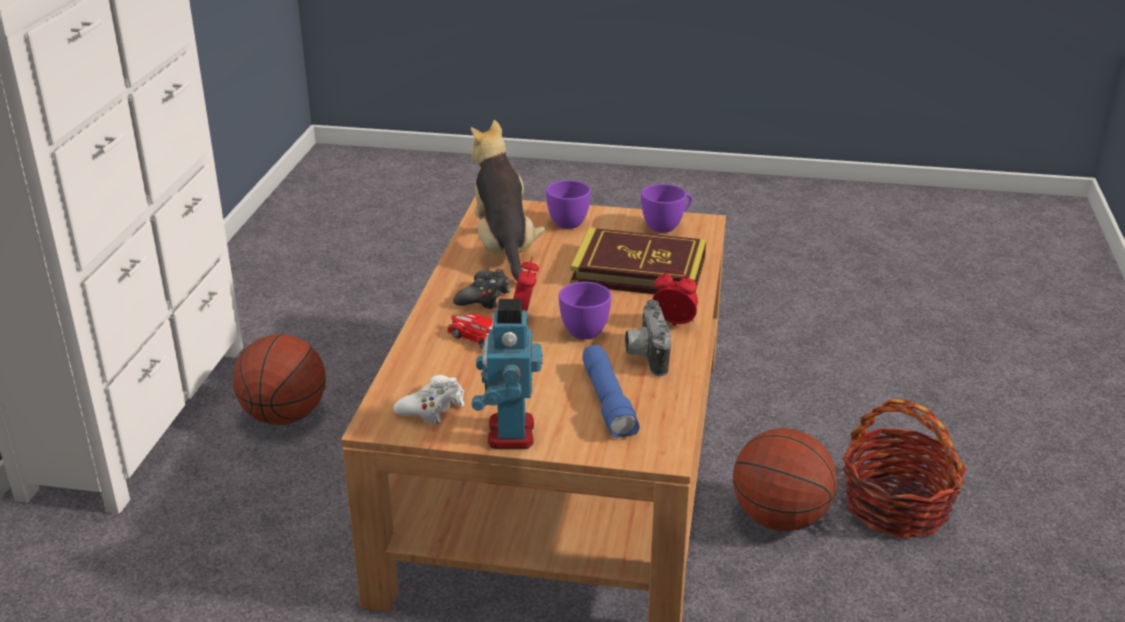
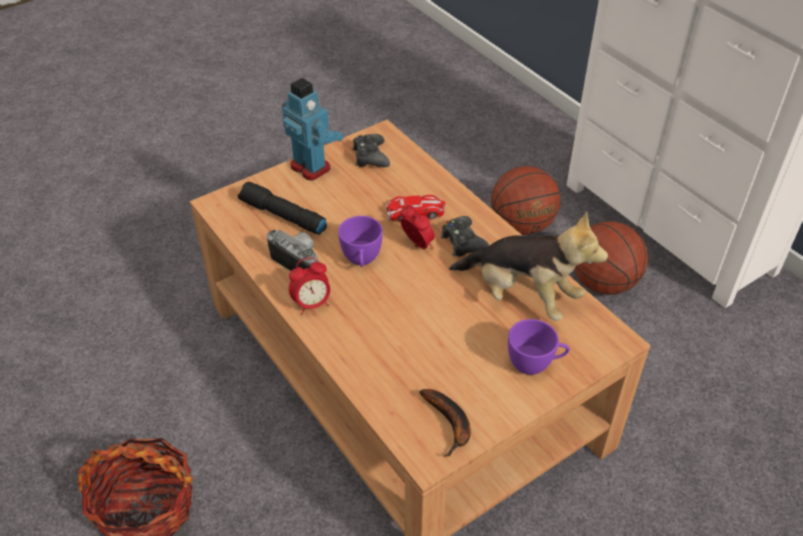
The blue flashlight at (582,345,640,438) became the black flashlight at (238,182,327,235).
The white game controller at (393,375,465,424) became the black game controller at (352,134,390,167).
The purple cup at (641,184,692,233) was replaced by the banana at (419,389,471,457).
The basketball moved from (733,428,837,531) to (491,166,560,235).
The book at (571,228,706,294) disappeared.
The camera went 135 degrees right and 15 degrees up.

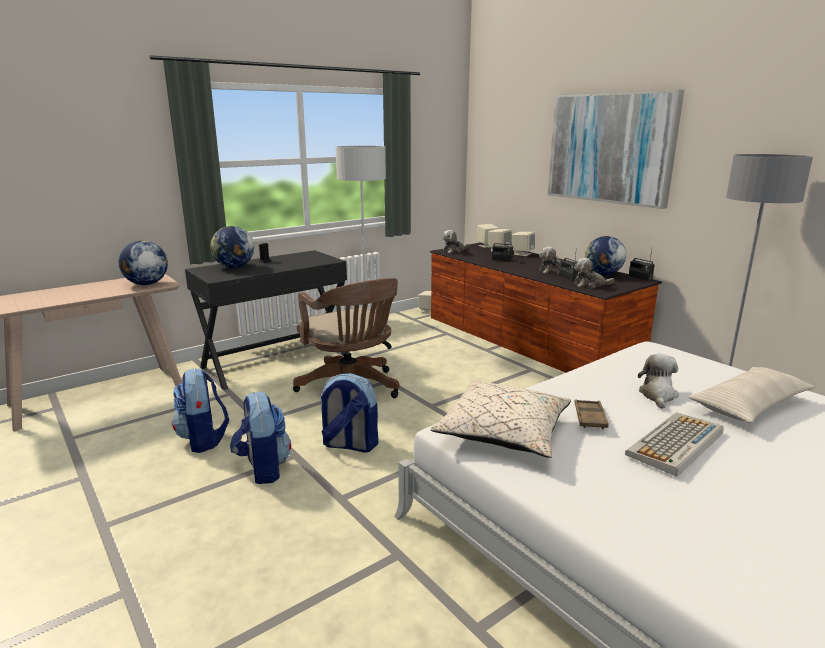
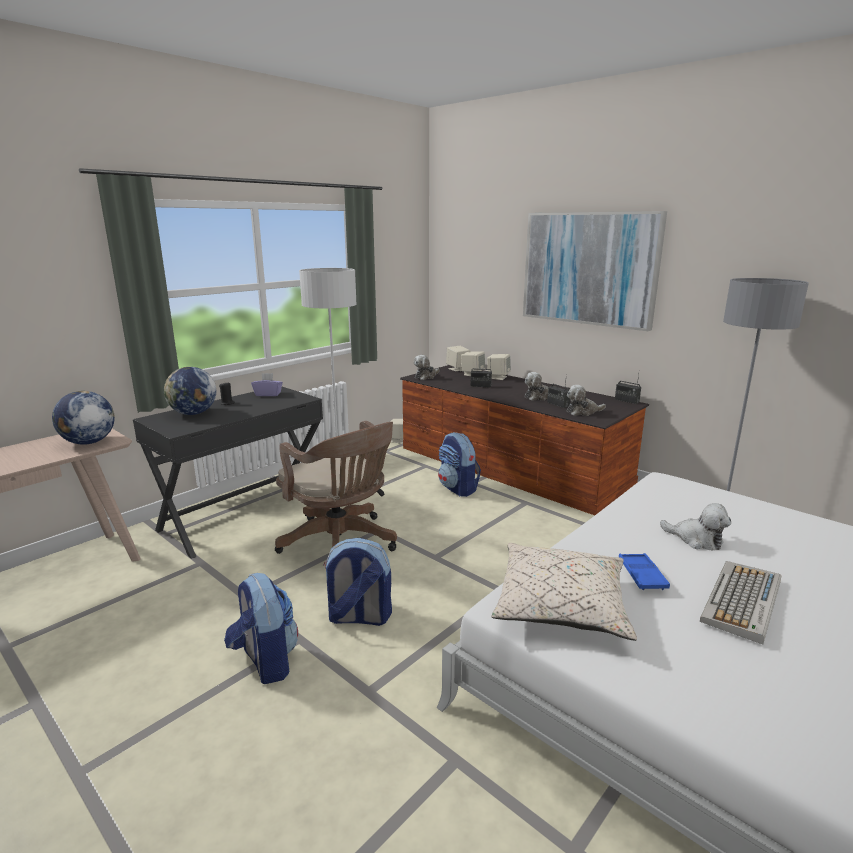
The purple tissue box at (251,373,283,396) appeared.
The backpack moved from (172,368,229,453) to (438,432,481,497).
The brown tray at (574,399,609,429) became the blue tray at (619,553,670,590).
The plush toy at (638,354,679,409) turned 120 degrees clockwise.
The globe at (585,236,626,275) disappeared.
The beige pillow at (688,367,815,423) disappeared.
The camera went 10 degrees left and 0 degrees up.

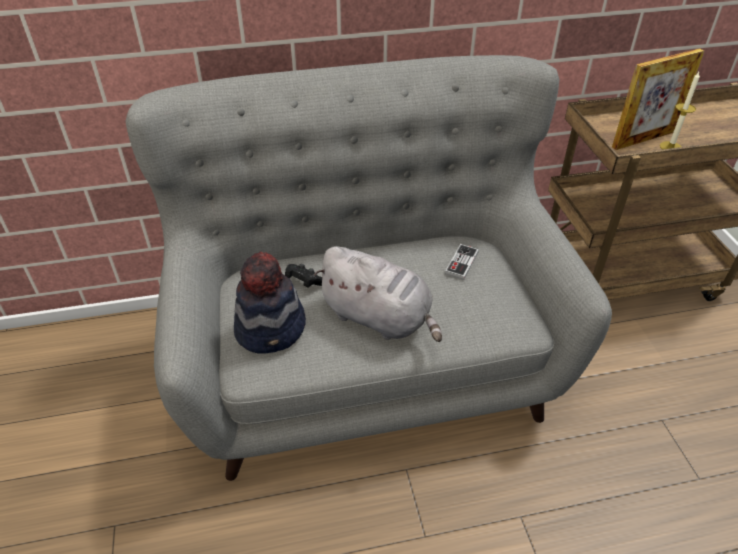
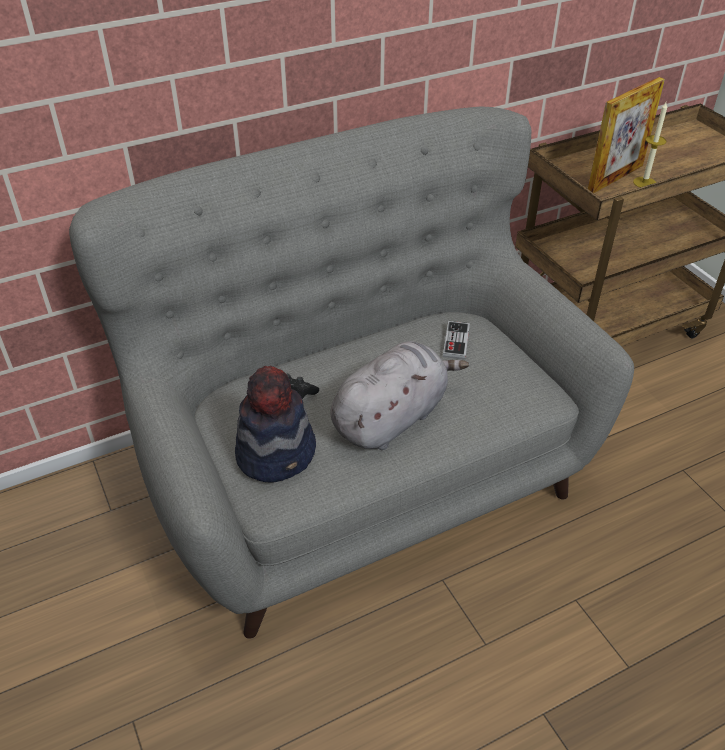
The grey plush toy at (314,246,442,342) turned 60 degrees counterclockwise.
The camera went 15 degrees left and 0 degrees up.

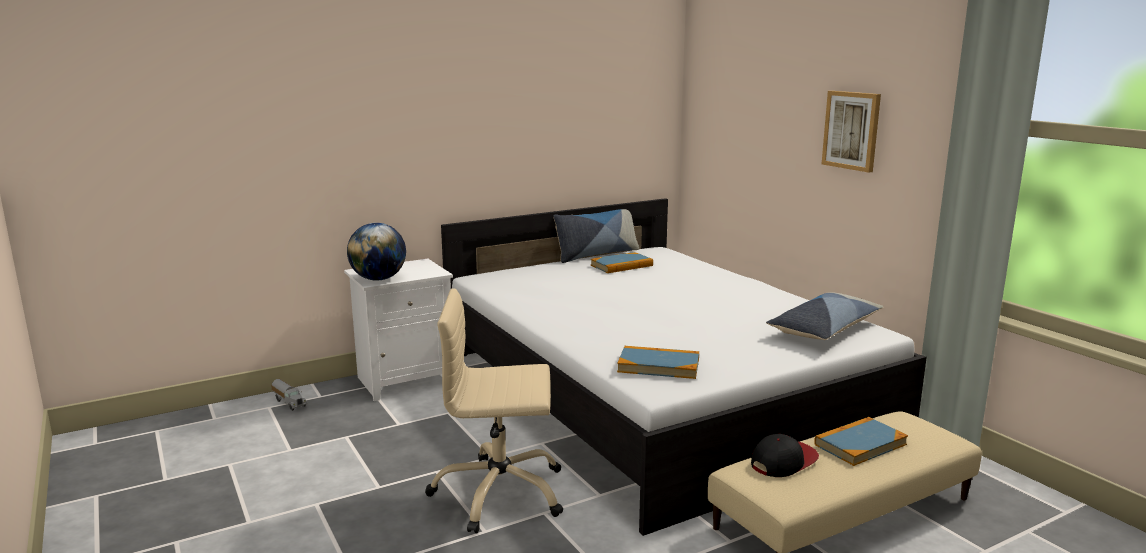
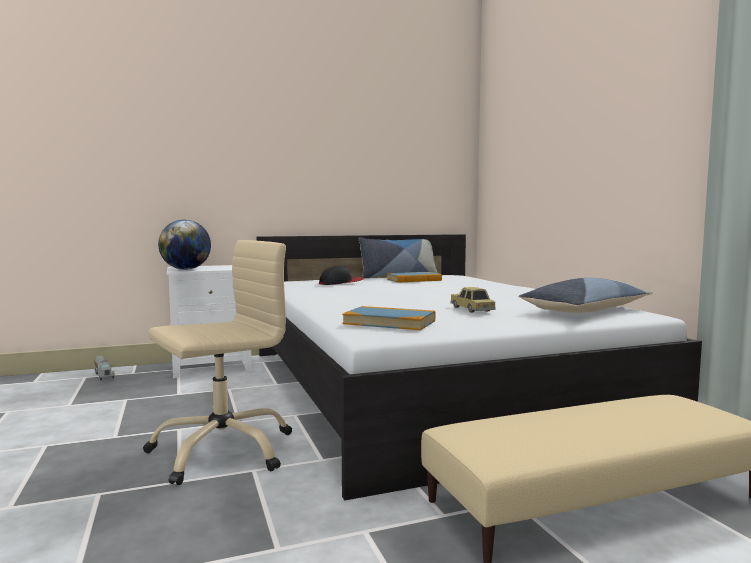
The beige office chair at (425,288,563,533) turned 135 degrees clockwise.
The cap moved from (751,434,819,477) to (319,266,364,285).
The toy car at (450,287,496,312) appeared.
The book at (814,417,908,466) disappeared.
The picture at (822,91,881,173) disappeared.
The camera went 10 degrees right and 10 degrees down.

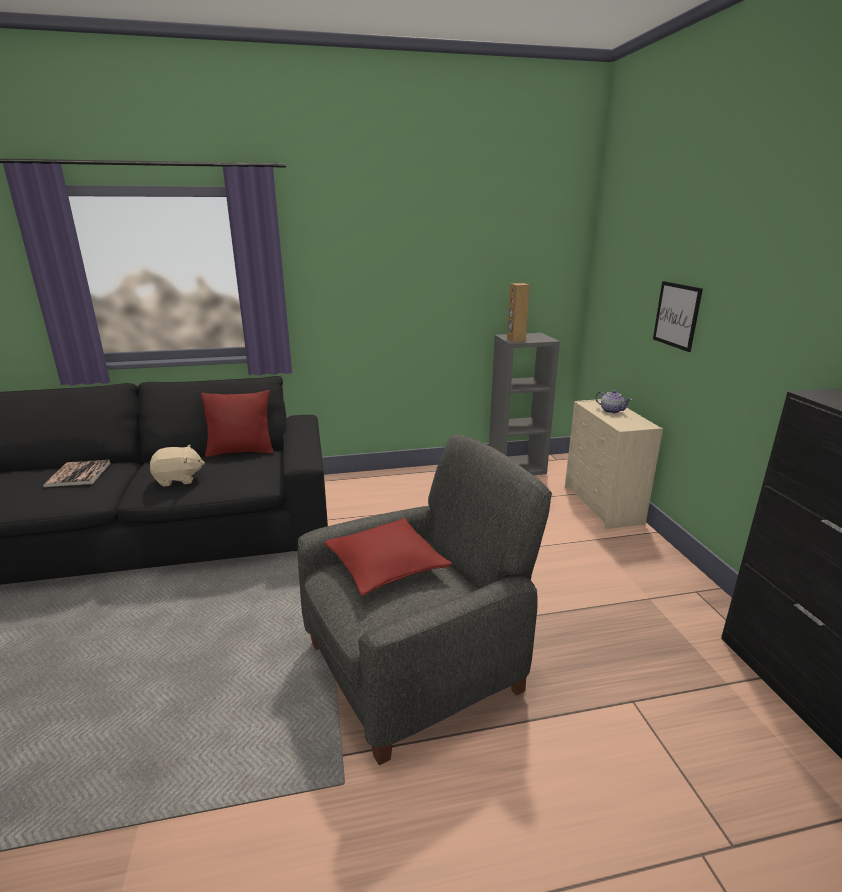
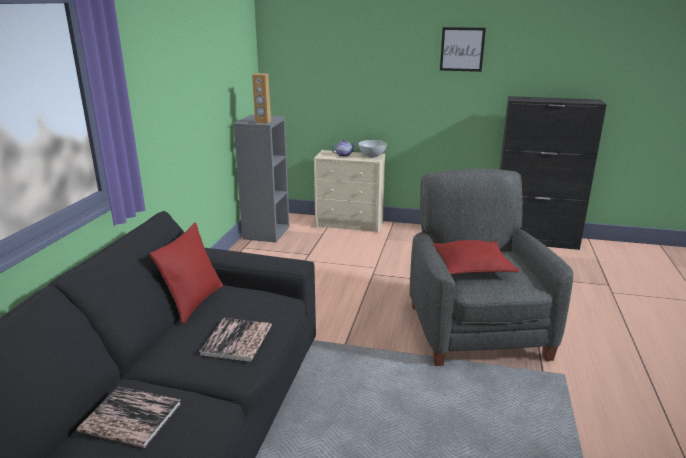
The beige plush toy at (150,445,205,487) was replaced by the book at (199,318,272,362).
The white bowl at (358,140,387,158) appeared.
The picture moved from (653,281,703,352) to (440,27,486,72).
The camera went 65 degrees left and 0 degrees up.

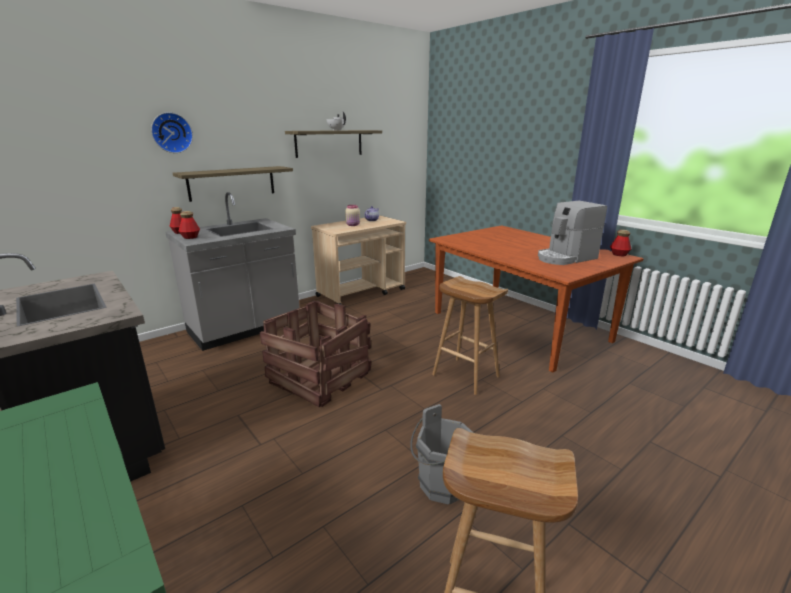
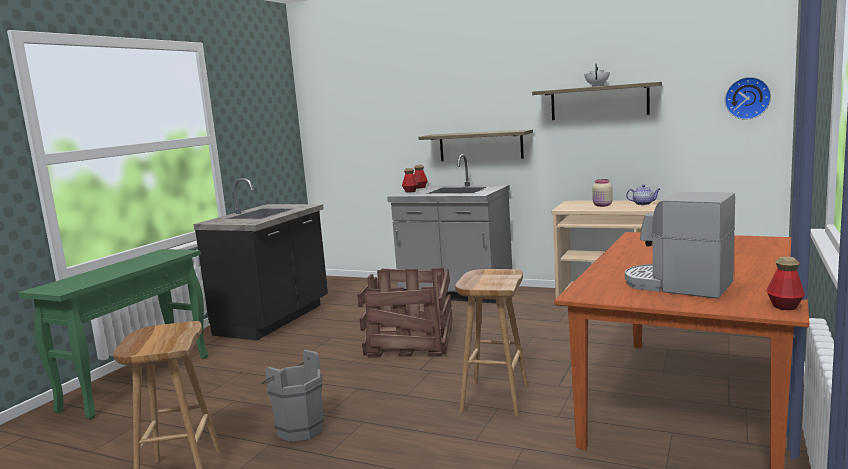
The wall clock moved from (151,112,193,153) to (725,77,771,120).
The camera went 65 degrees right and 10 degrees down.

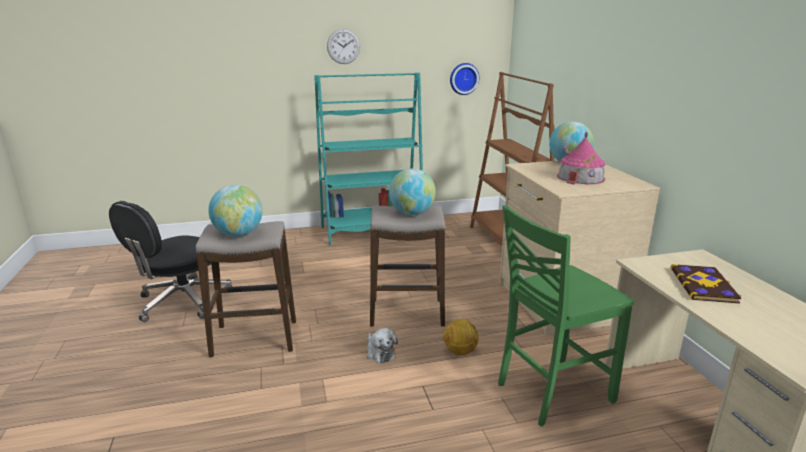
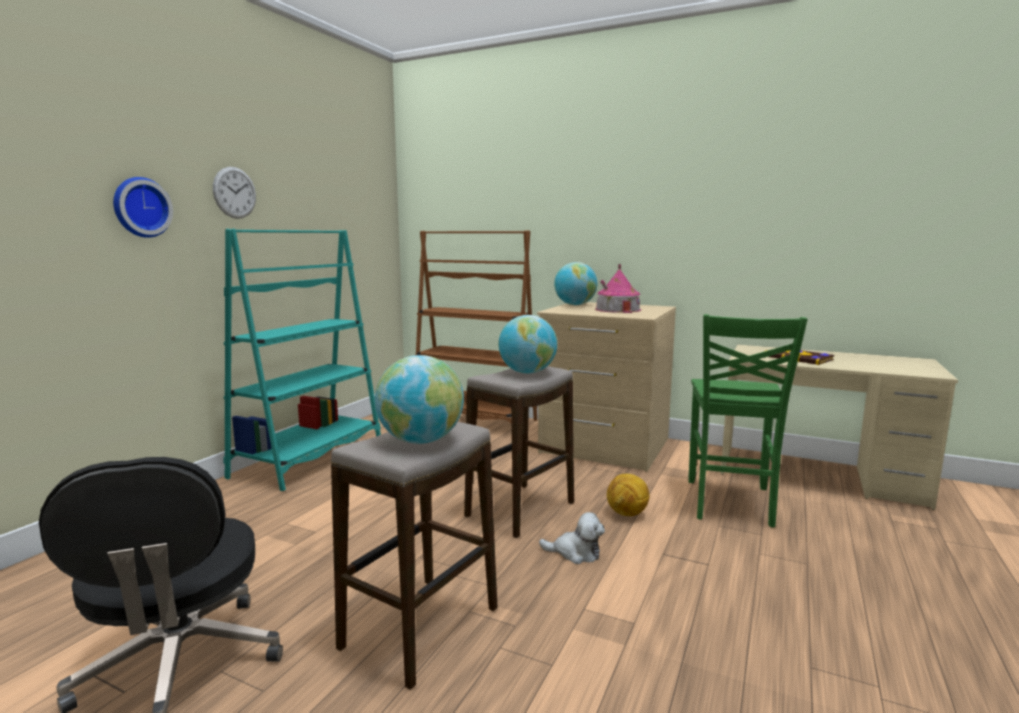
The wall clock moved from (450,63,479,95) to (113,177,173,238).
The camera went 50 degrees left and 10 degrees down.

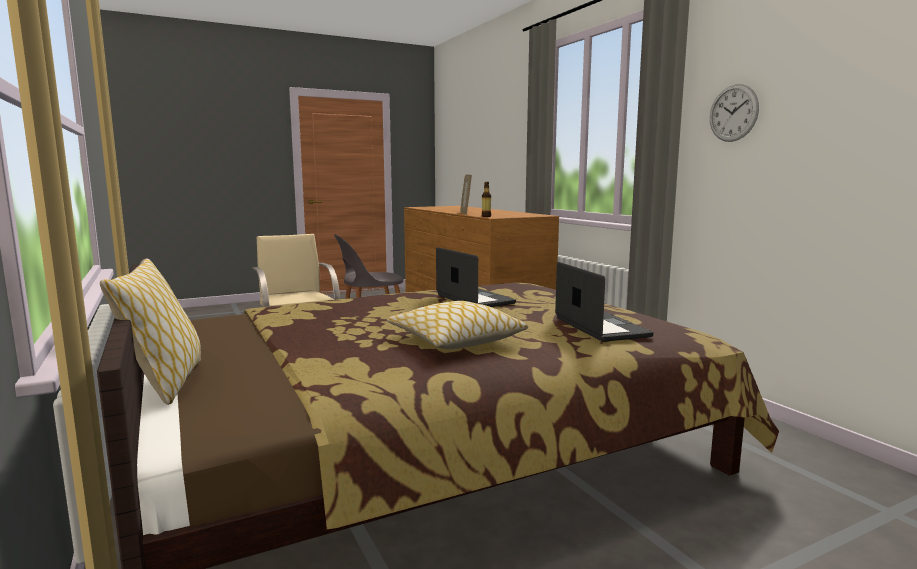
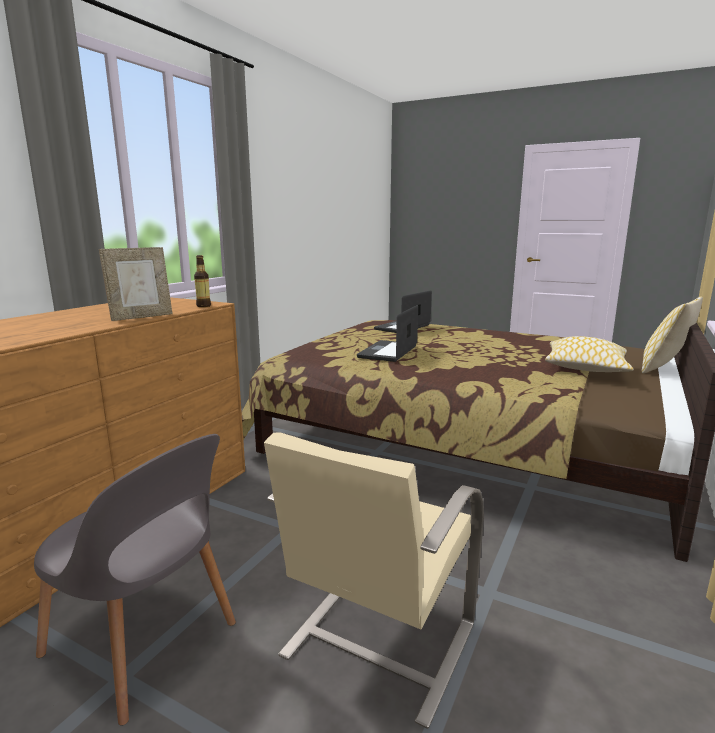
The pillow moved from (387,301,528,349) to (545,336,634,372).
The wall clock at (710,84,759,142) disappeared.
The camera went 125 degrees left and 5 degrees up.

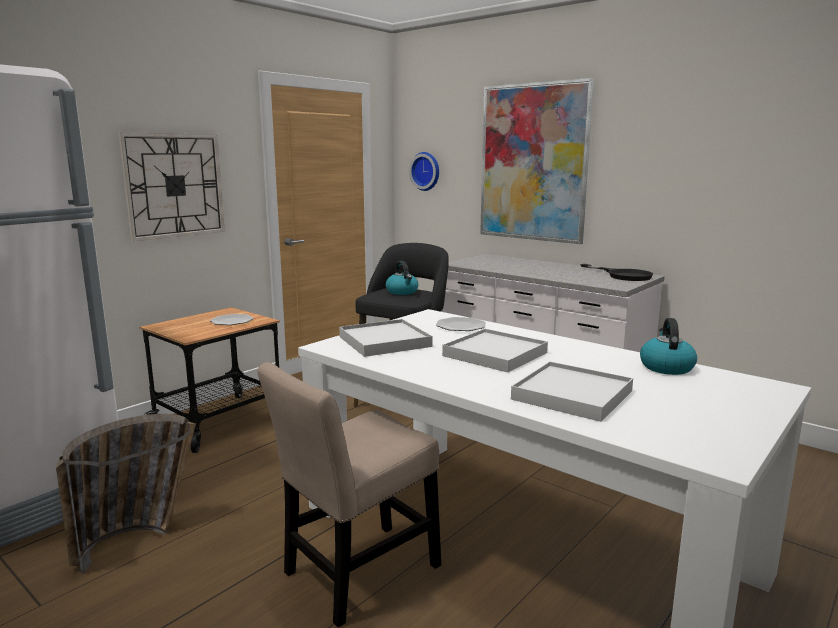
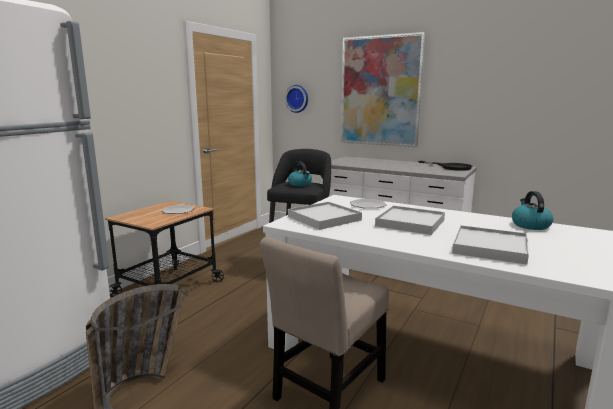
The wall clock at (118,132,225,241) disappeared.
The camera went 10 degrees left and 0 degrees up.

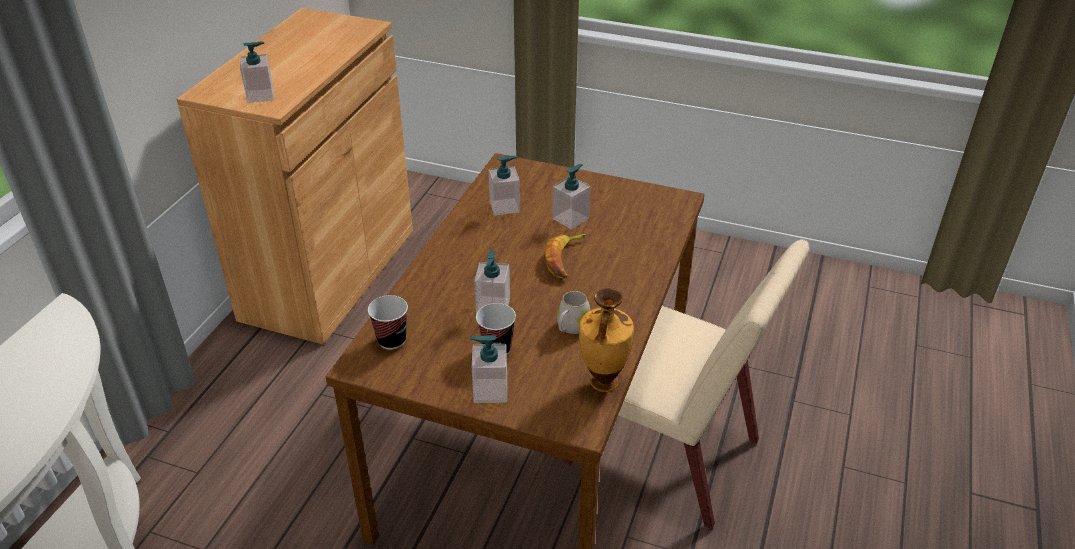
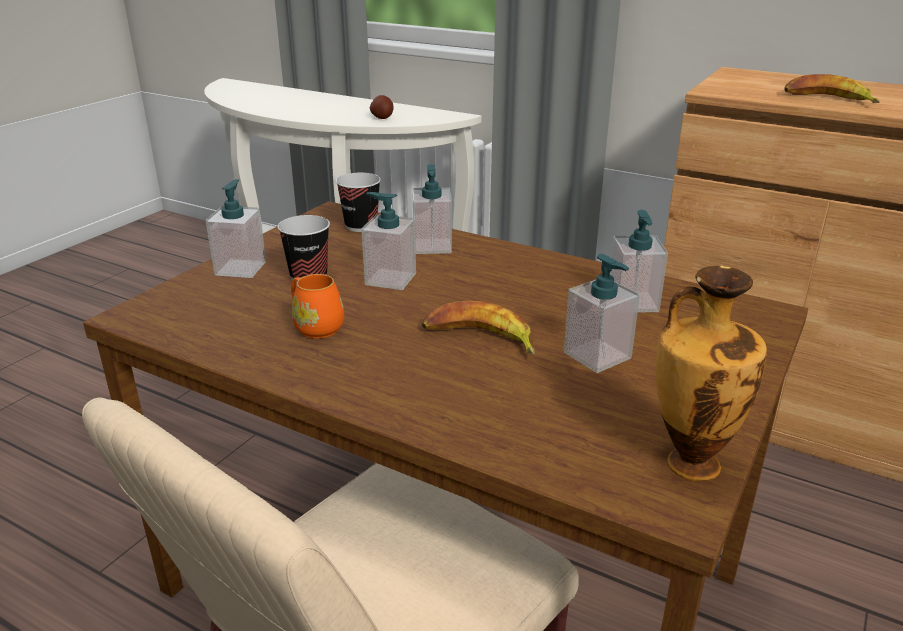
The white mug at (557,291,591,334) became the orange mug at (291,274,344,339).
The potato at (370,95,393,119) appeared.
The soap dispenser moved from (240,42,274,103) to (412,164,452,254).
The vase moved from (579,288,634,392) to (655,266,767,481).
The banana at (784,74,880,103) appeared.
The camera went 100 degrees right and 10 degrees down.

